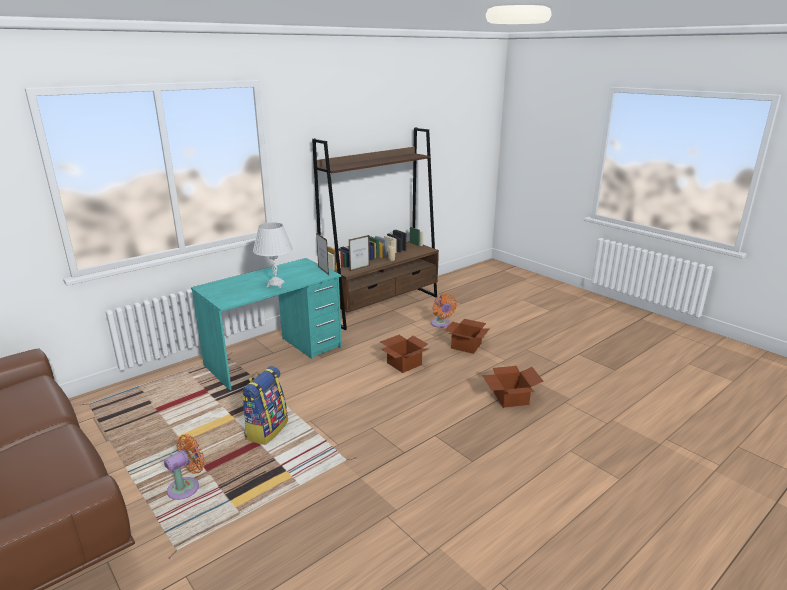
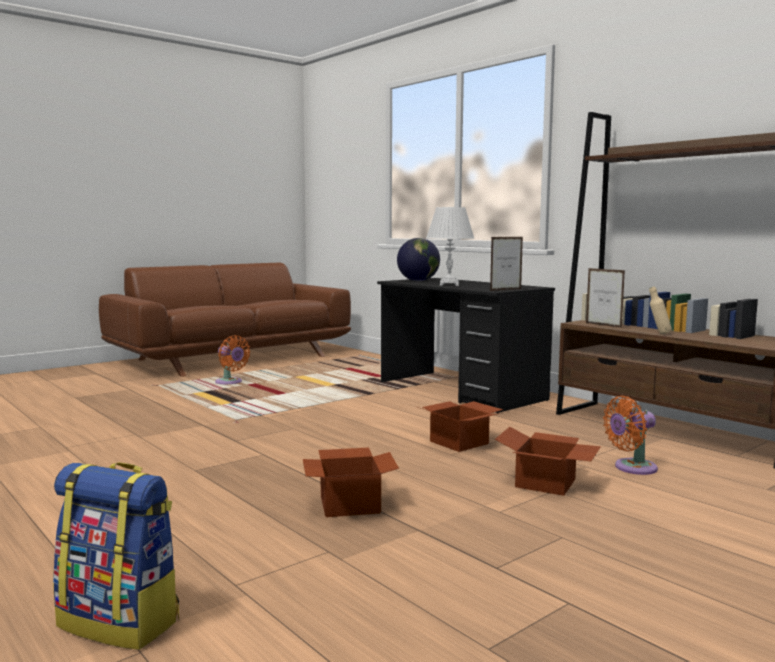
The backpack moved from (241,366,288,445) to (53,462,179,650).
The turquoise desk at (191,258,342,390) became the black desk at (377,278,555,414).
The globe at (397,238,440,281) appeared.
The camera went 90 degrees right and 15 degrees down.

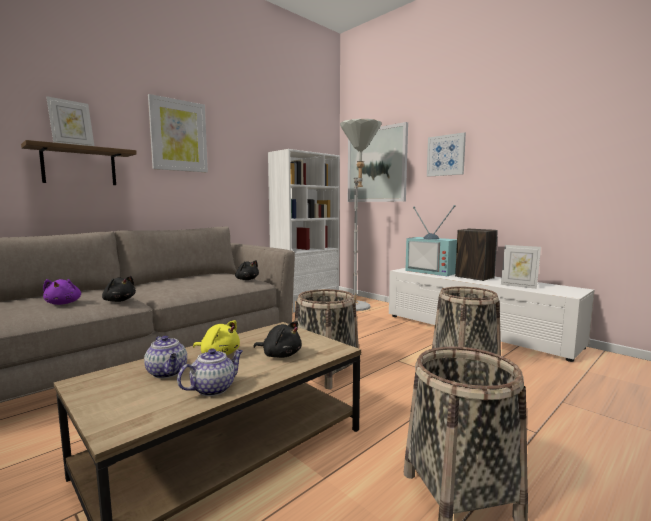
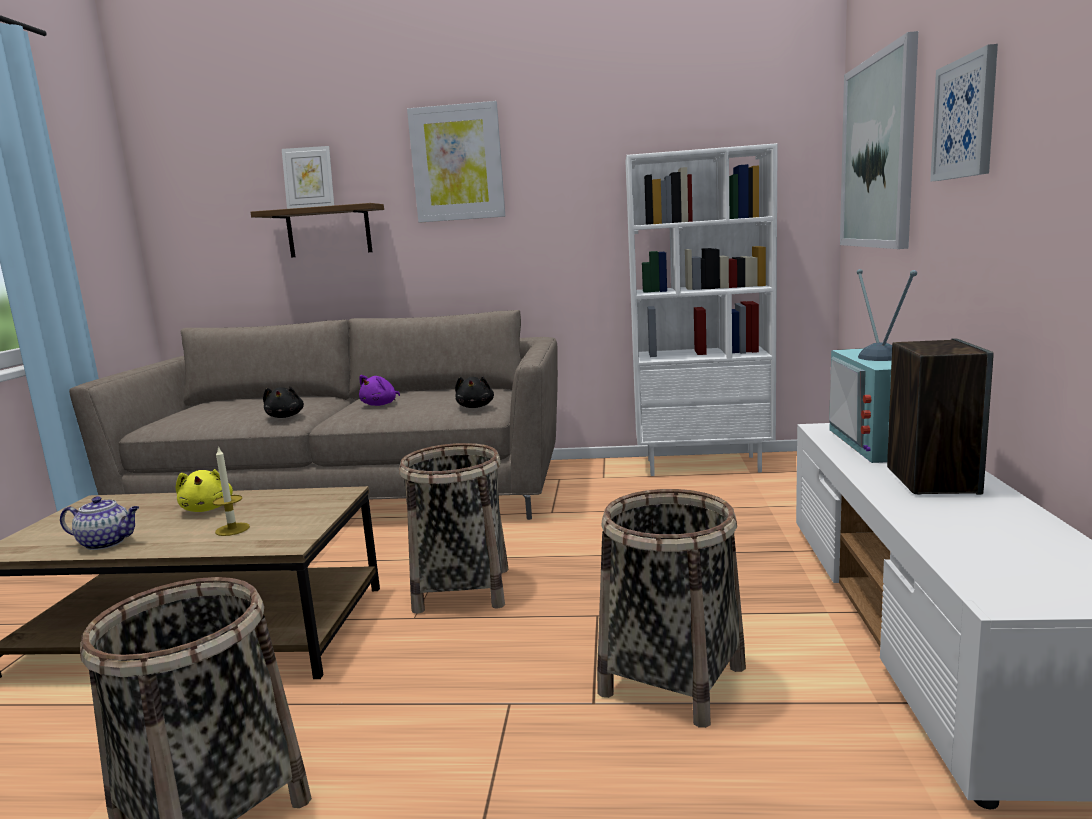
The black plush toy at (254,321,302,358) was replaced by the candle at (213,446,250,536).
The purple plush toy moved from (43,279,81,305) to (359,375,400,406).
The teapot at (144,336,187,378) disappeared.
The grey floor lamp at (340,119,382,311) disappeared.
The picture frame at (501,245,541,289) disappeared.
The camera went 50 degrees right and 5 degrees up.

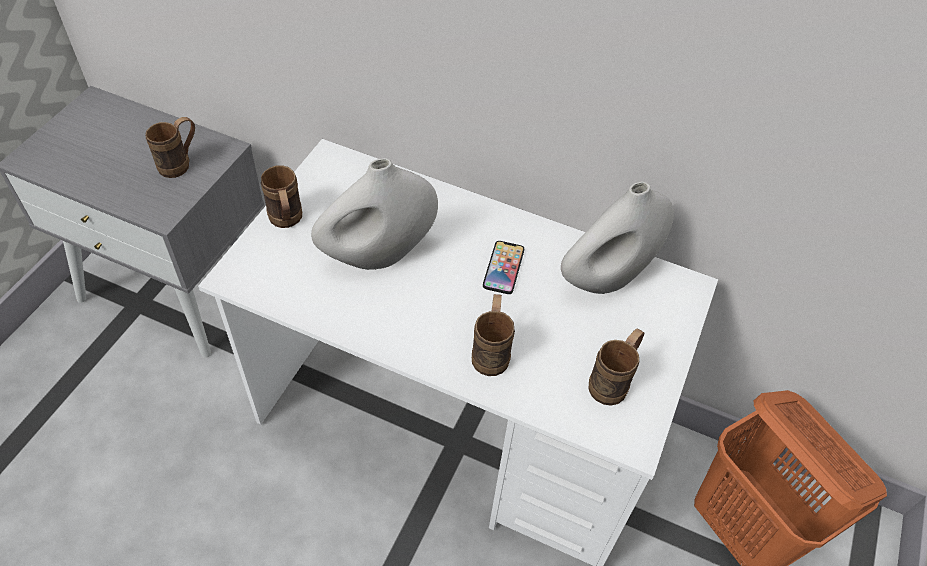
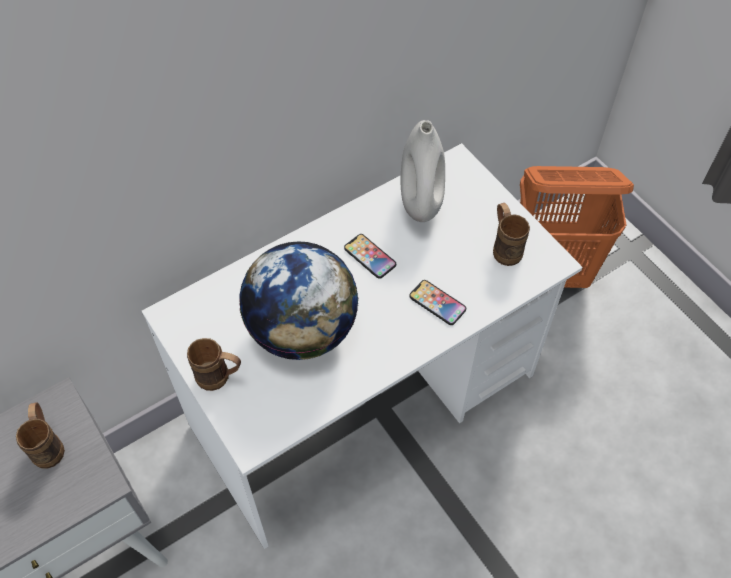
The white vase at (311,158,438,270) was replaced by the globe at (239,241,359,360).
The brown mug at (472,294,515,376) was replaced by the phone at (409,280,466,325).
The camera went 55 degrees left and 5 degrees up.

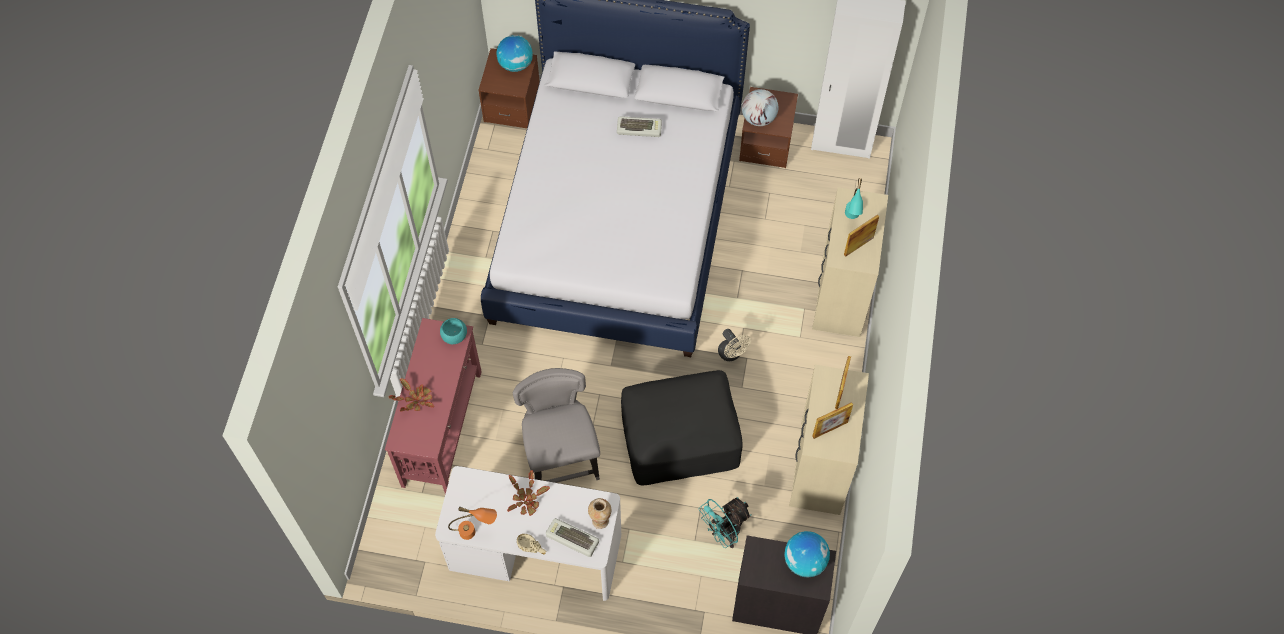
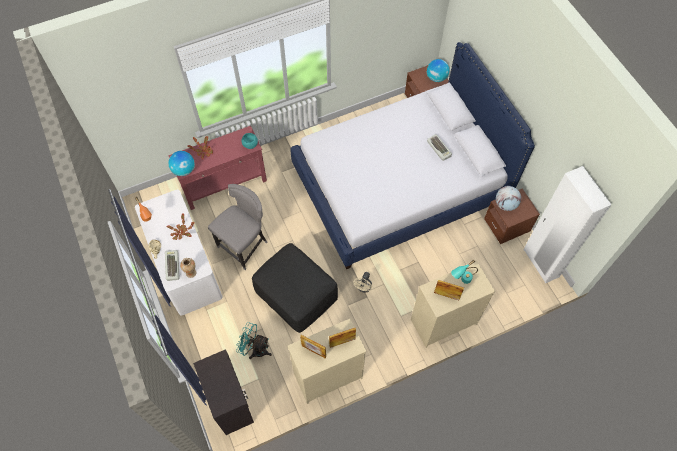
The globe moved from (784,531,830,578) to (168,151,195,176).
The camera went 55 degrees right and 0 degrees up.

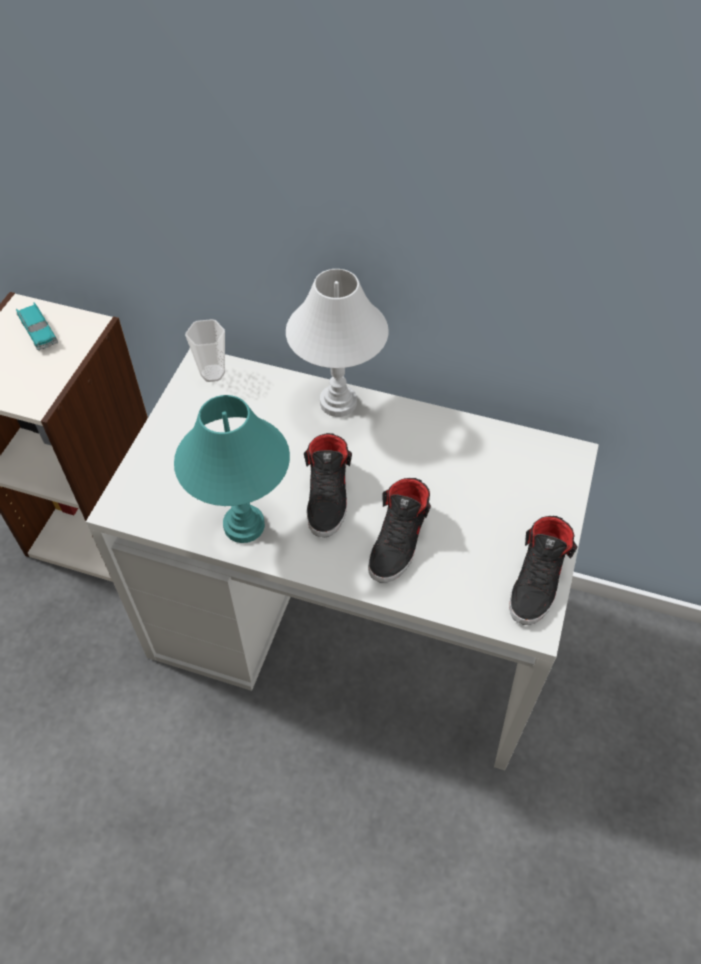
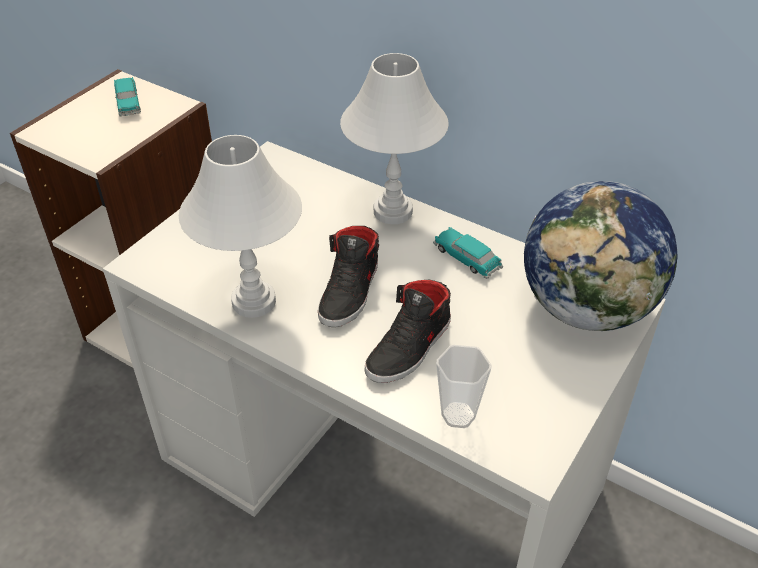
The turquoise table lamp at (174,395,290,543) became the white table lamp at (179,135,302,318).
The toy car at (433,227,503,279) appeared.
The cup moved from (185,319,225,382) to (436,345,492,428).
The globe at (524,181,678,331) appeared.
The black shoe at (509,516,577,625) disappeared.
The camera went 15 degrees right and 10 degrees down.

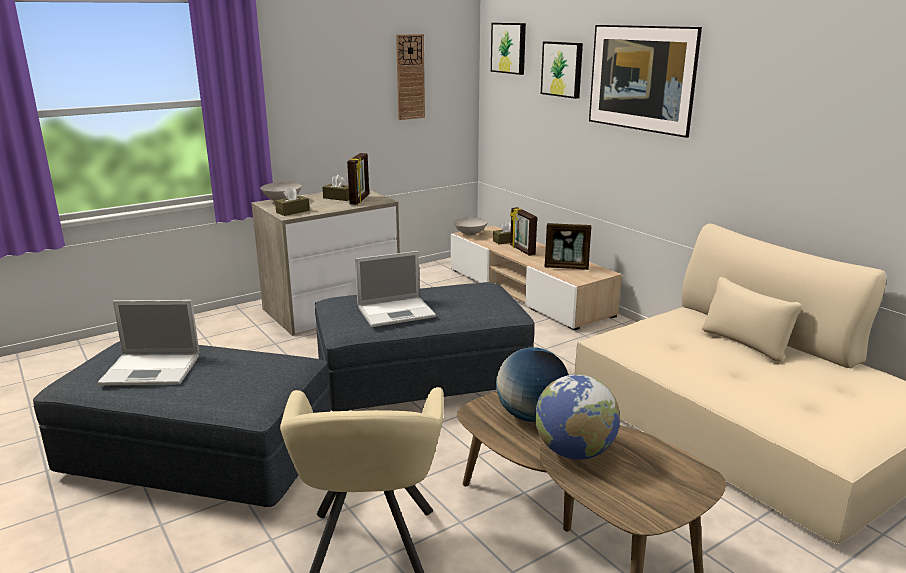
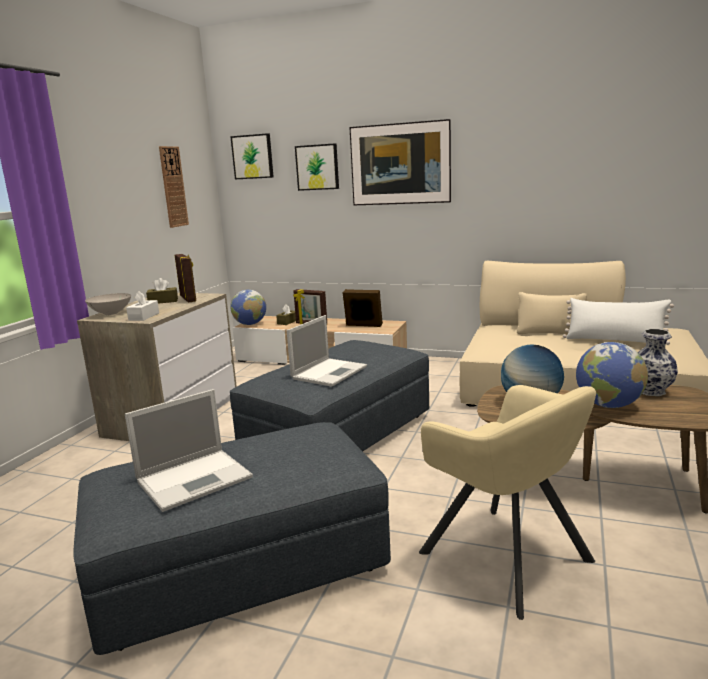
The brown tissue box at (275,187,310,216) became the white tissue box at (126,291,159,321).
The white bowl at (454,217,488,236) was replaced by the globe at (230,290,266,325).
The picture frame at (545,223,591,270) turned 135 degrees counterclockwise.
The white pillow at (563,298,674,346) appeared.
The vase at (638,329,678,396) appeared.
The camera went 35 degrees left and 5 degrees down.

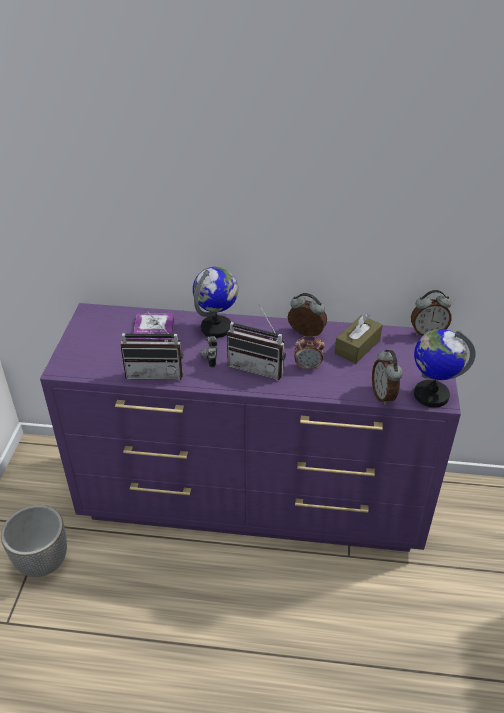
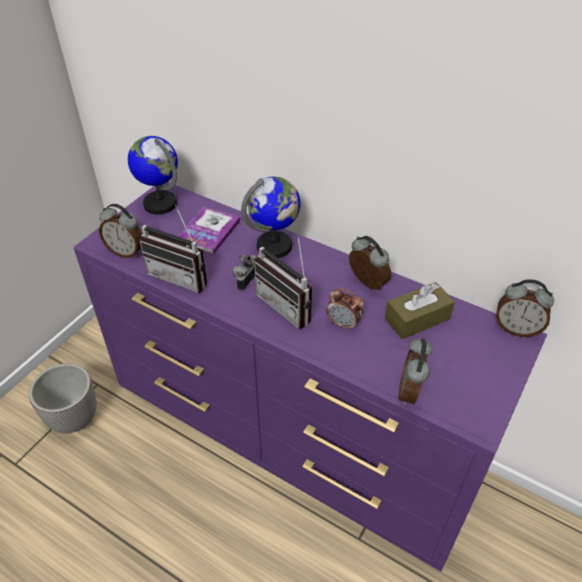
The alarm clock at (99,204,142,258) appeared.
The globe moved from (414,329,476,407) to (128,136,178,215).
The camera went 25 degrees right and 5 degrees up.

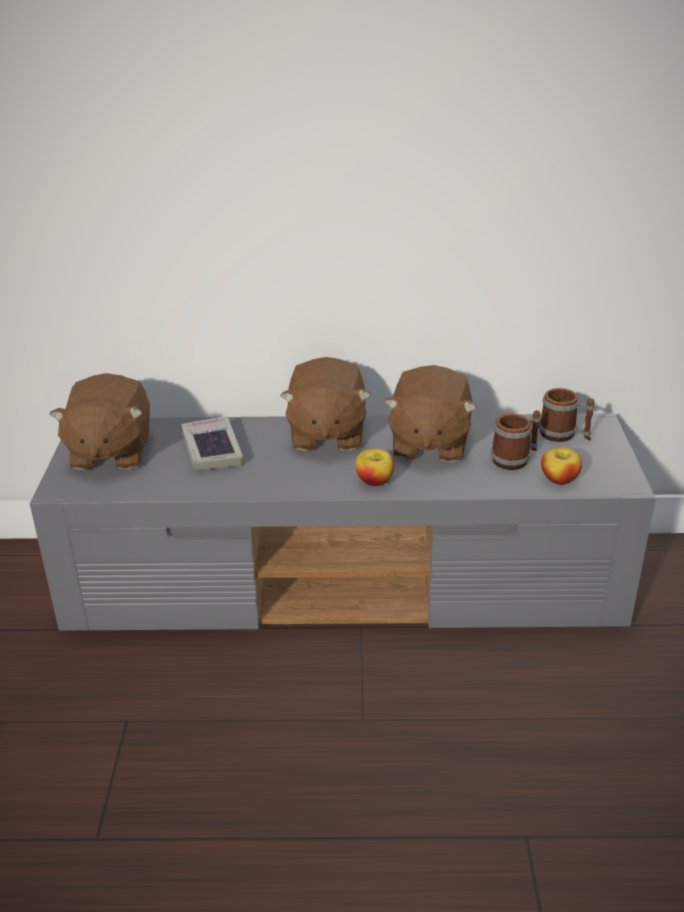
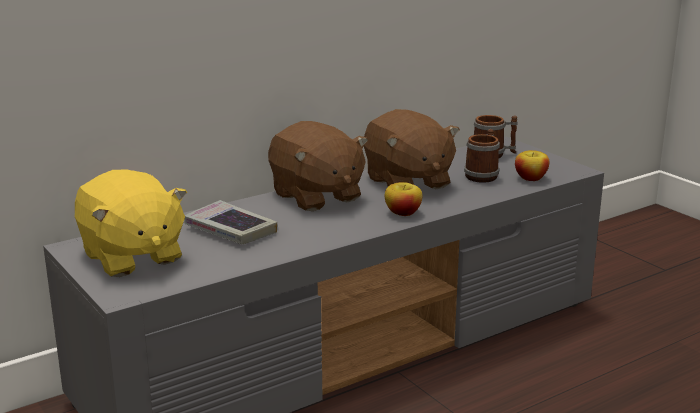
The brown plush toy at (49,373,150,470) became the yellow plush toy at (75,169,187,277).
The camera went 35 degrees left and 10 degrees down.

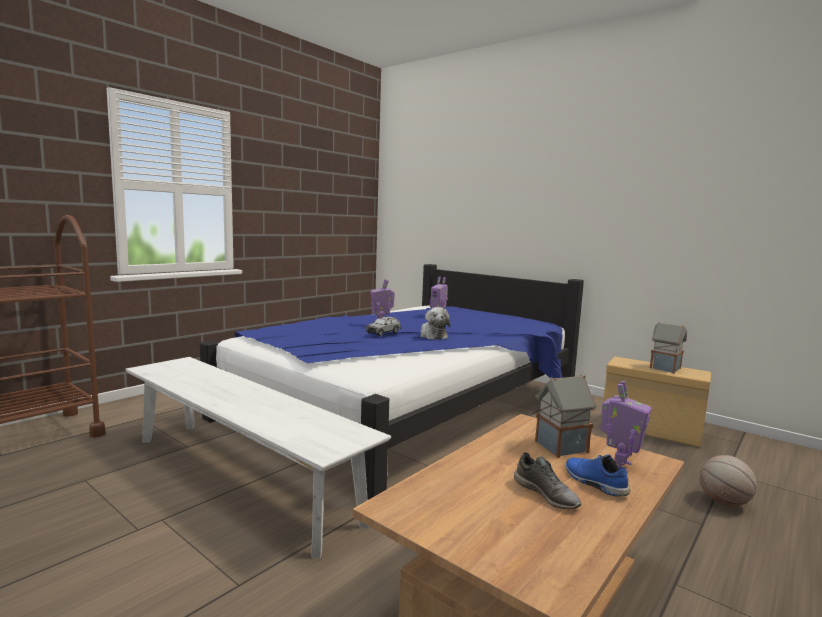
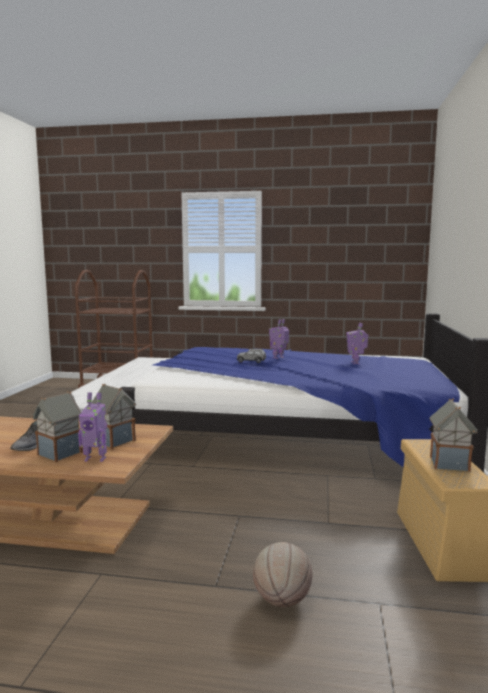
The blue shoe at (566,454,630,497) was replaced by the toy house at (31,391,83,462).
The plush toy at (420,307,451,340) disappeared.
The camera went 60 degrees right and 0 degrees up.

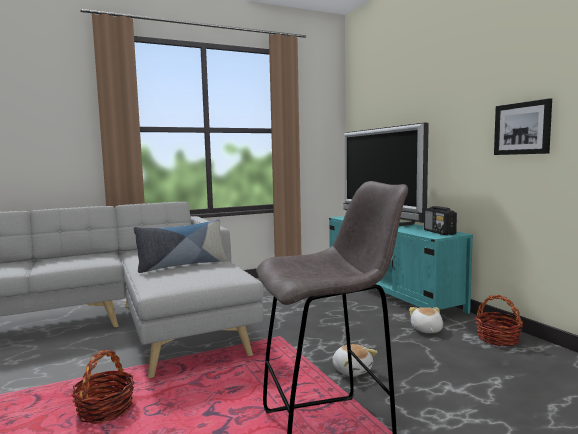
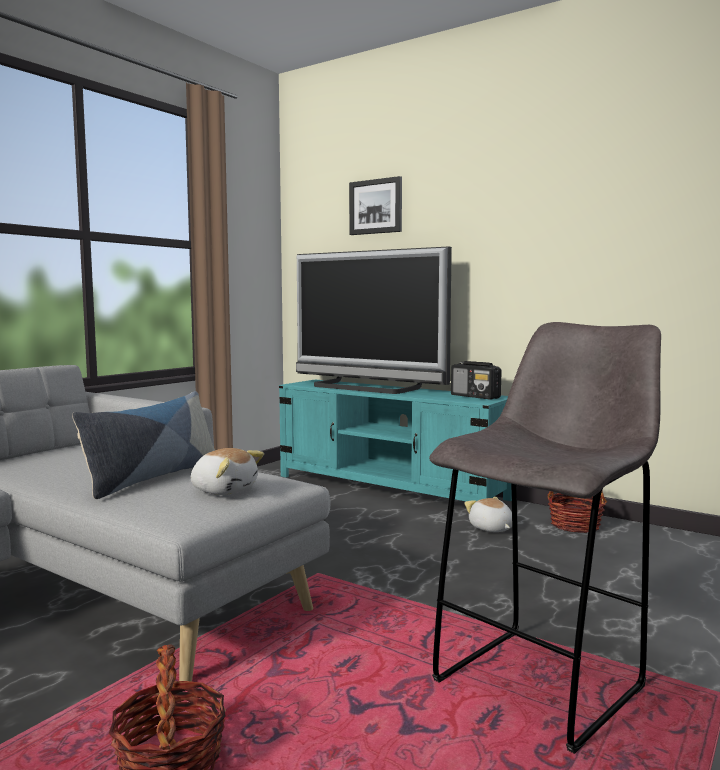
The plush toy moved from (332,344,378,376) to (191,448,264,495).
The picture moved from (494,98,552,155) to (349,176,402,235).
The camera went 30 degrees left and 0 degrees up.

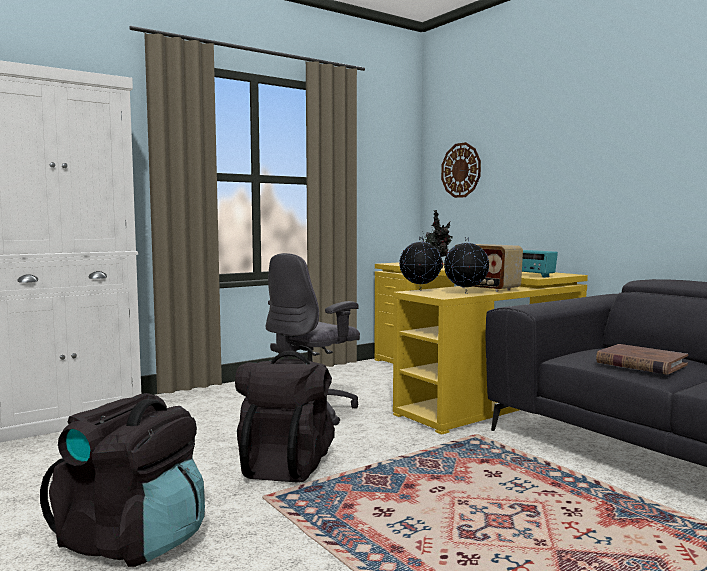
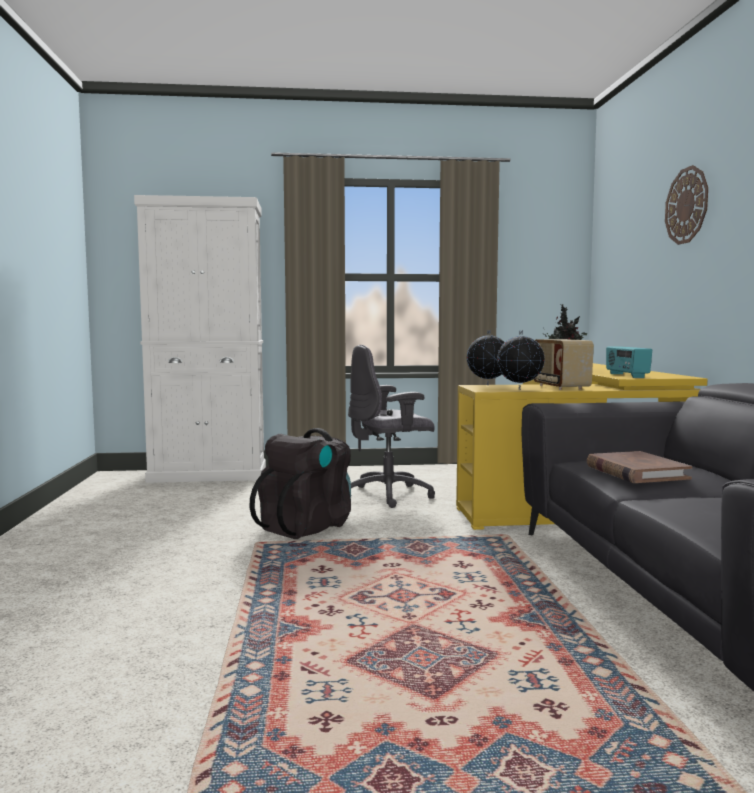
The wall clock moved from (441,142,481,198) to (665,165,708,245).
The black backpack at (40,393,205,567) disappeared.
The camera went 30 degrees right and 0 degrees up.

